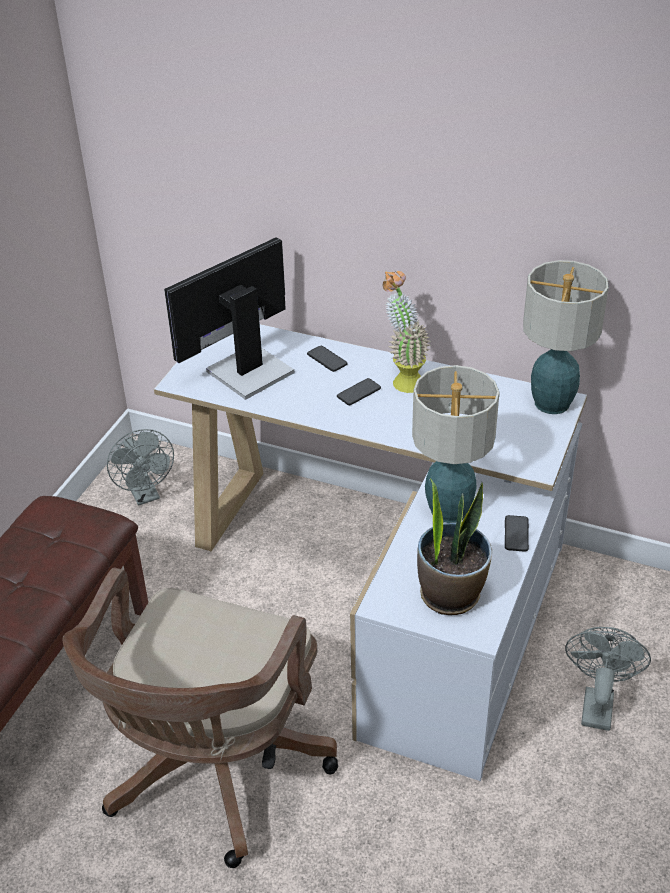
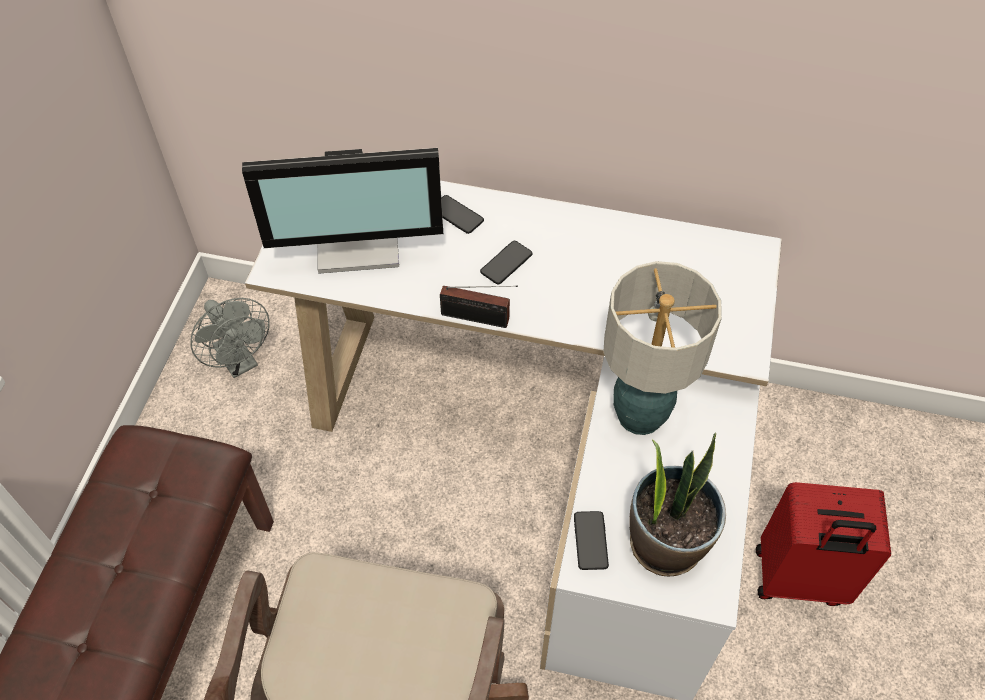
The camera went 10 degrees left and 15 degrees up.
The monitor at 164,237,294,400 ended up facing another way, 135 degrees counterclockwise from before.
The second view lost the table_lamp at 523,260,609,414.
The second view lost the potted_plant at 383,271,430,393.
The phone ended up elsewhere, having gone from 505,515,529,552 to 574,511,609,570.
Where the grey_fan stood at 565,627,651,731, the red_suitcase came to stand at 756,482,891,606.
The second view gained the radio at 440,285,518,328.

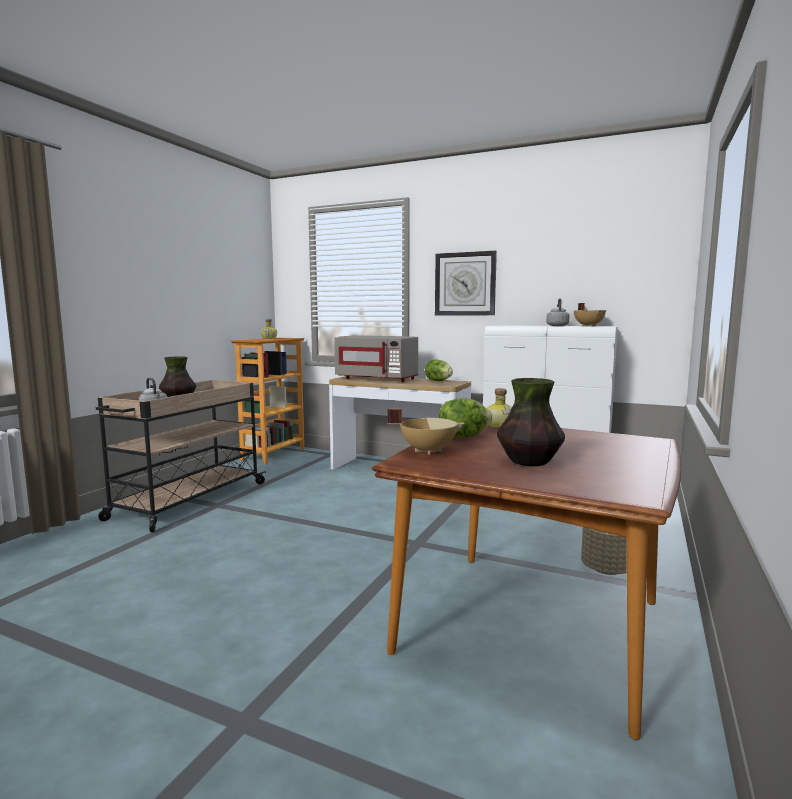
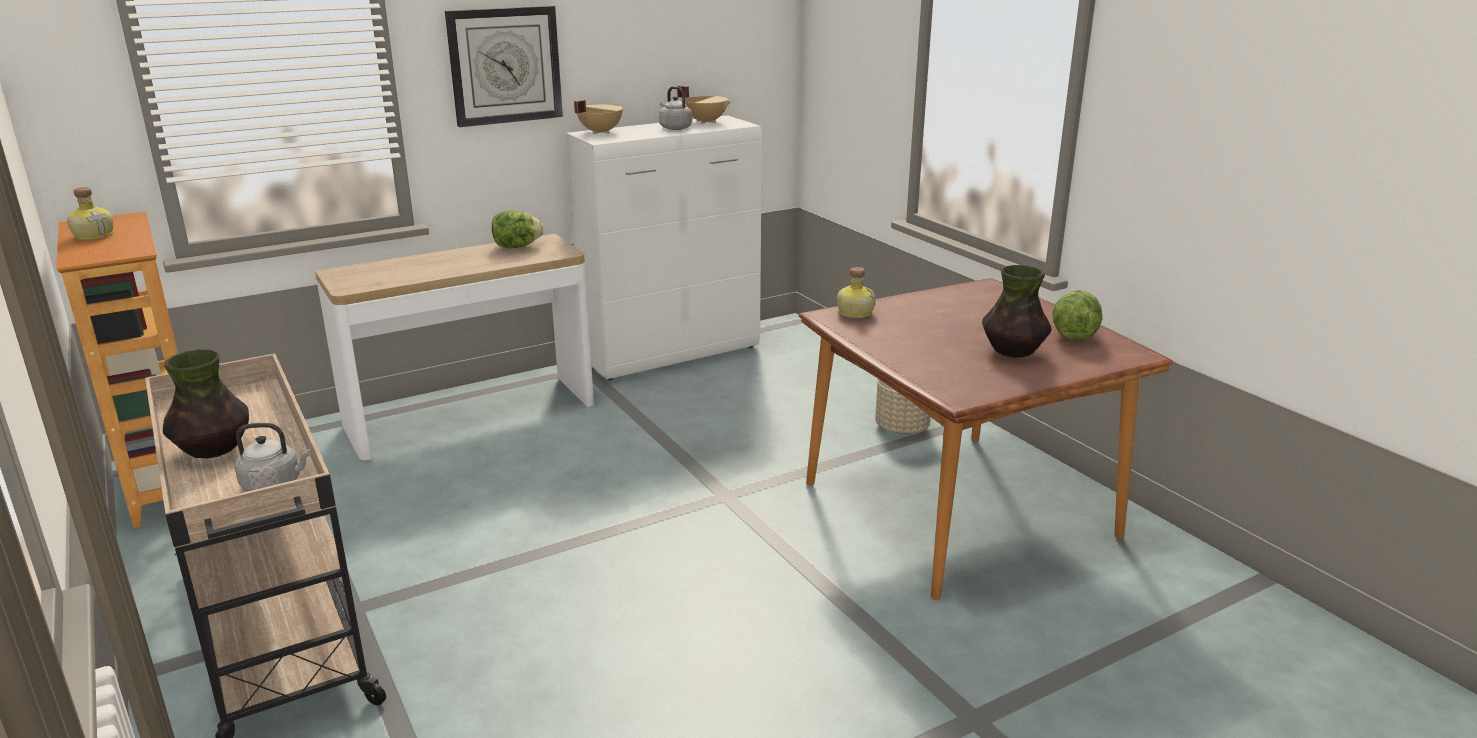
The camera went 55 degrees left and 15 degrees up.
The second view lost the grey_microwave at 334,335,419,382.
The lettuce ended up elsewhere, having gone from 439,398,492,438 to 1052,290,1102,341.
The beige_cooking_pot ended up elsewhere, having gone from 388,409,465,455 to 574,100,623,134.

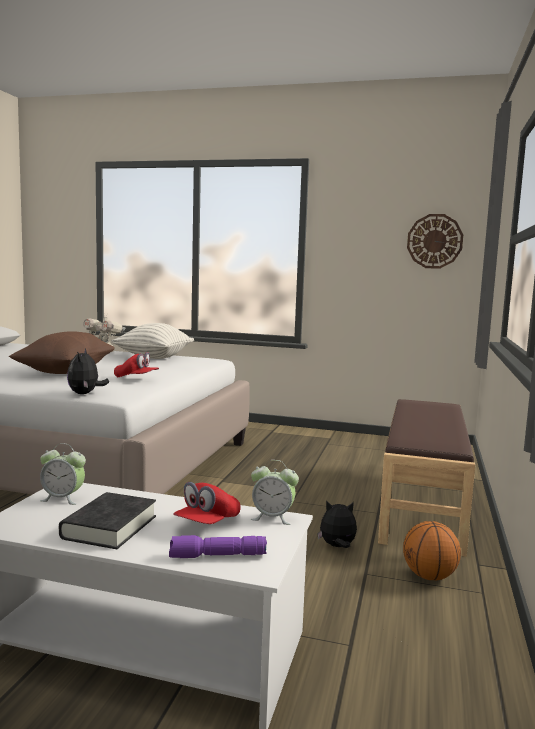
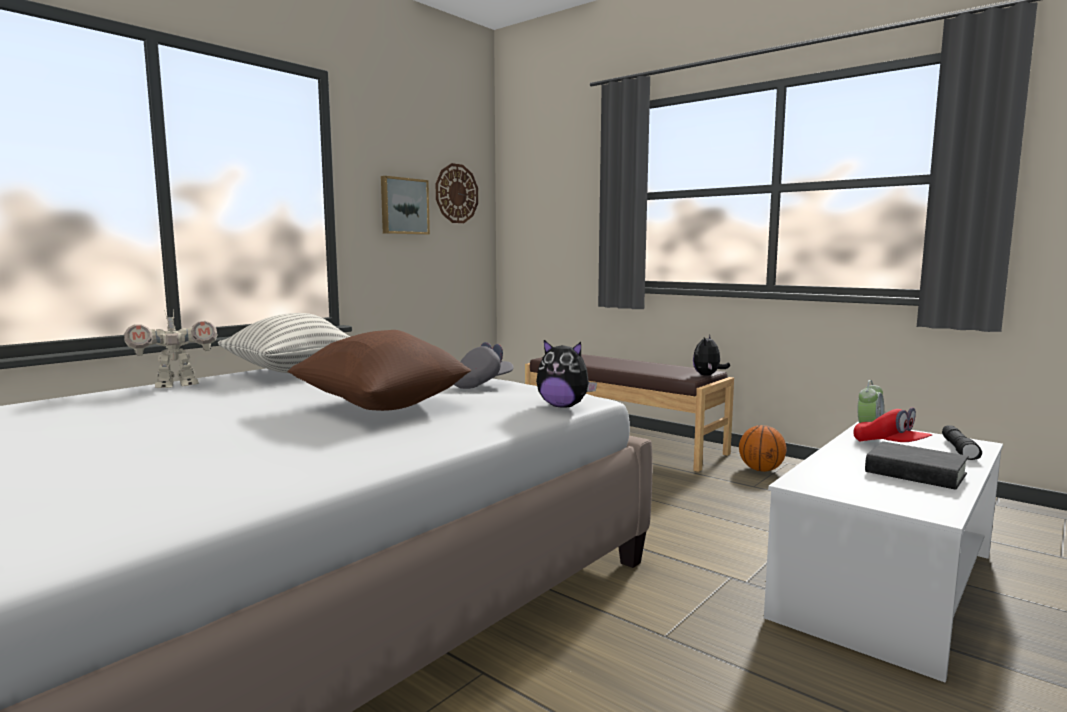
The camera went 65 degrees left and 0 degrees up.
What was the red_cap at 114,352,159,378 turned into the grey_cap at 454,342,514,389.
The second view lost the alarm_clock at 40,443,86,505.
The plush_toy ended up elsewhere, having gone from 317,501,357,548 to 693,334,730,376.
What was the purple_flashlight at 169,535,267,558 turned into the black_flashlight at 942,425,982,460.
The second view gained the picture at 381,176,430,235.

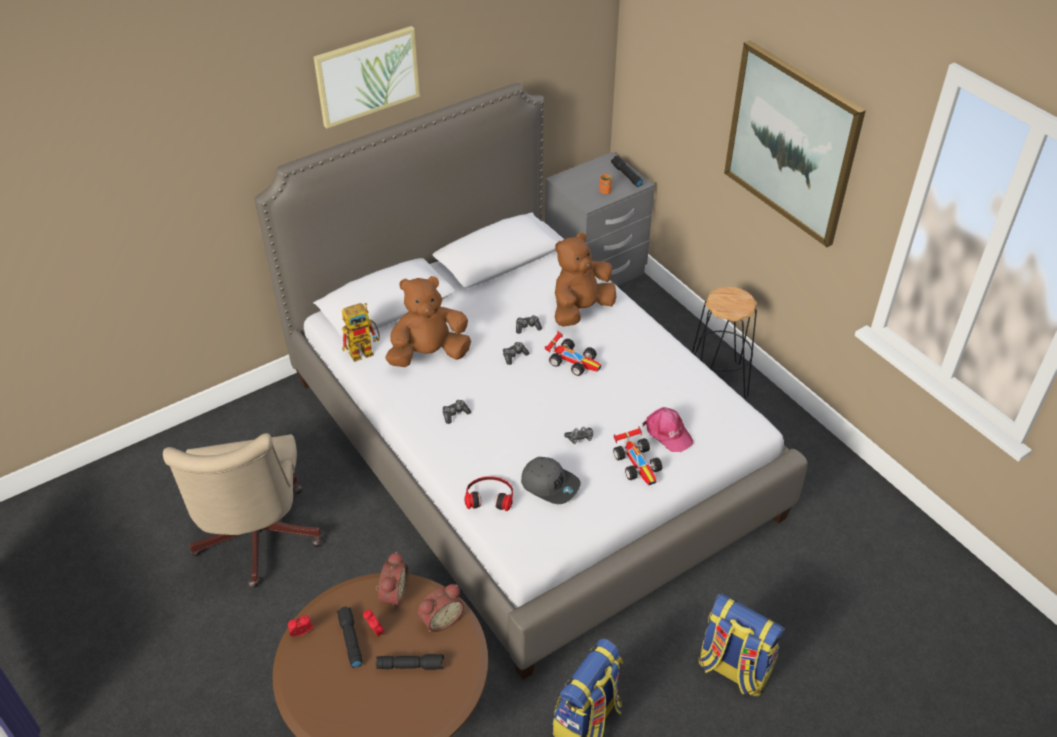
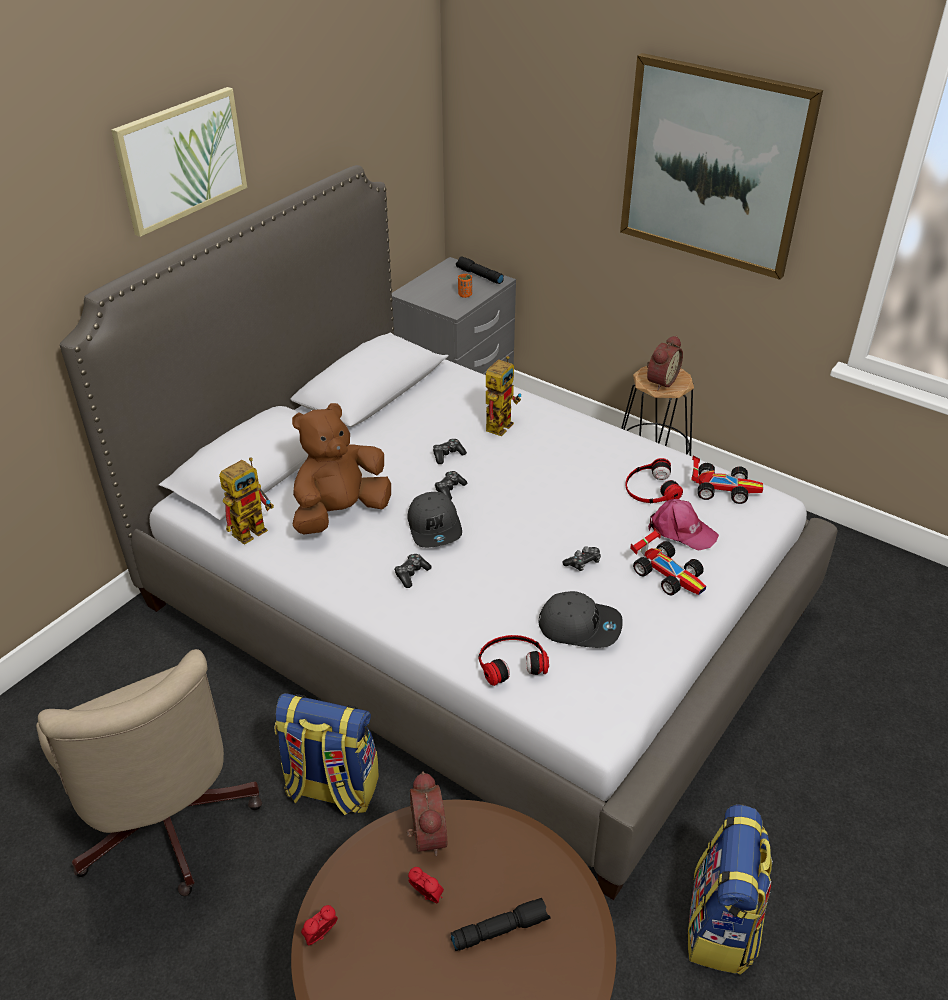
The camera went 20 degrees left and 5 degrees down.
Where the brown_plush_toy stood at 555,233,617,327, the toy_robot came to stand at 486,356,521,436.
The toy_car ended up elsewhere, having gone from 545,331,601,376 to 691,456,763,504.
The alarm_clock ended up elsewhere, having gone from 418,584,464,632 to 647,335,683,390.
The backpack ended up elsewhere, having gone from 698,593,785,697 to 274,693,379,815.
The second view lost the black_flashlight at 337,607,362,668.
The second view gained the headphones at 625,458,683,503.
The second view gained the grey_cap at 407,492,462,548.

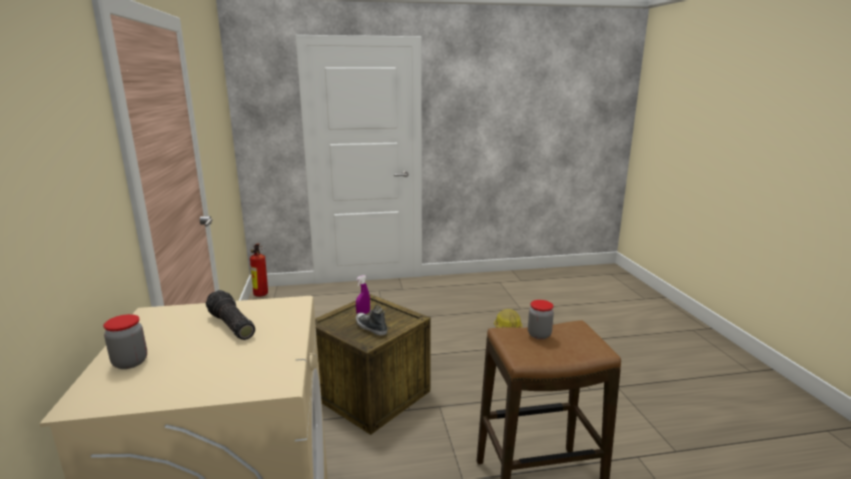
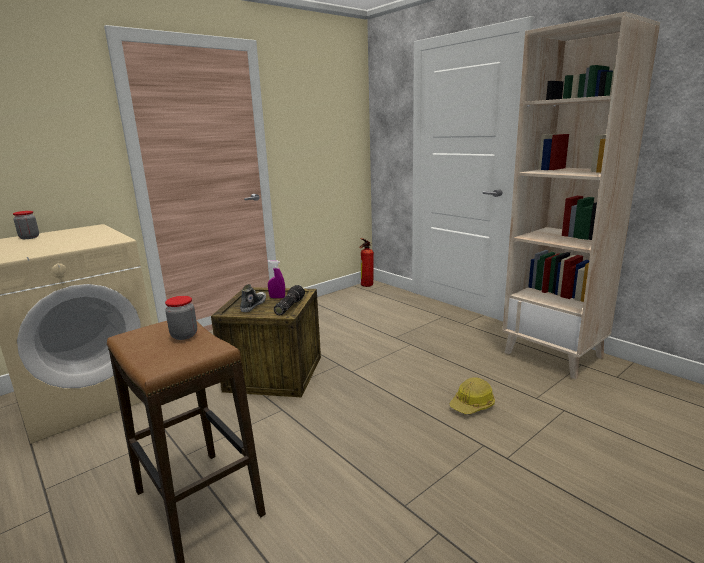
The camera went 60 degrees right and 0 degrees up.
The flashlight ended up elsewhere, having gone from 206,290,255,340 to 274,285,305,315.
The second view gained the beige_bookcase at 502,12,660,379.

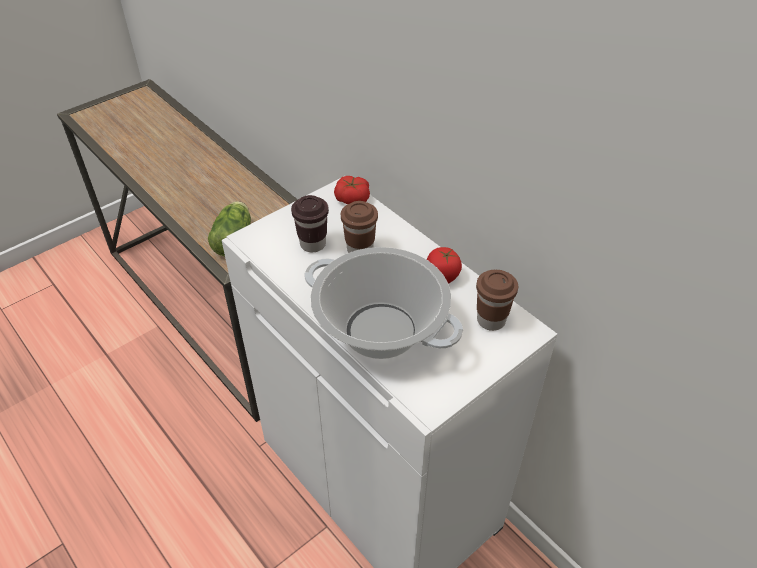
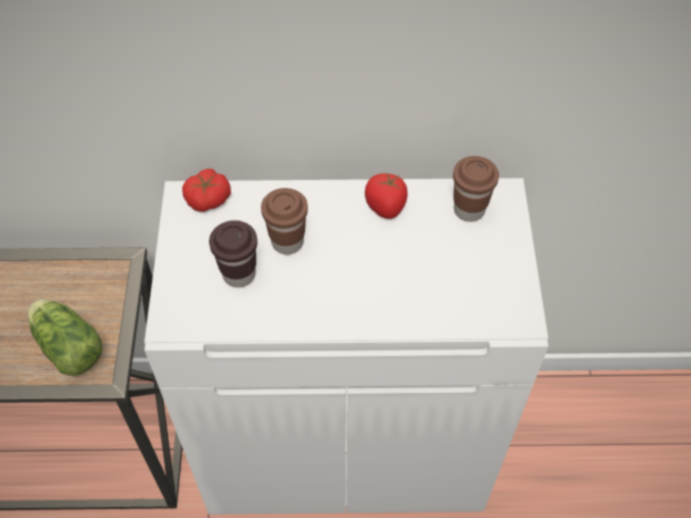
The camera went 50 degrees left and 10 degrees up.
The second view lost the cooking_pot at 305,247,463,359.

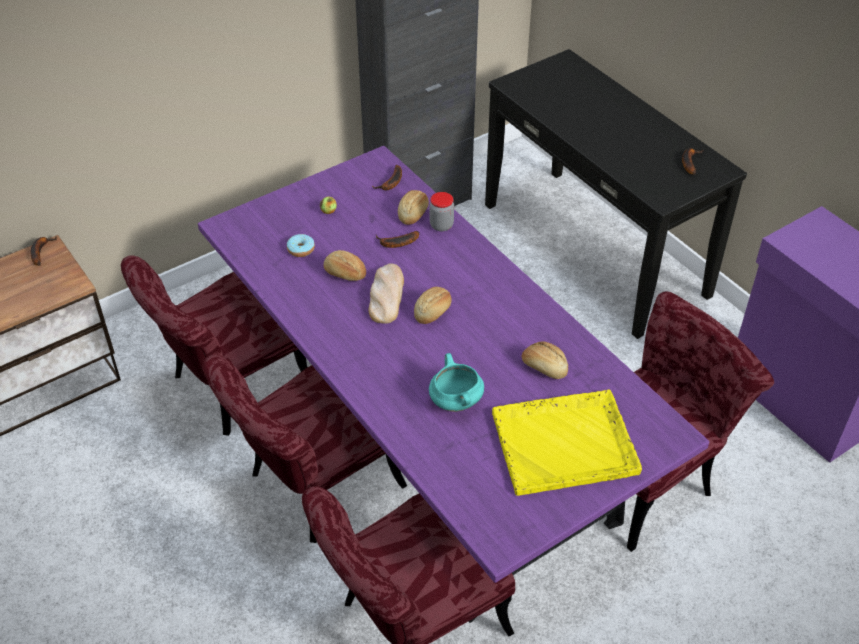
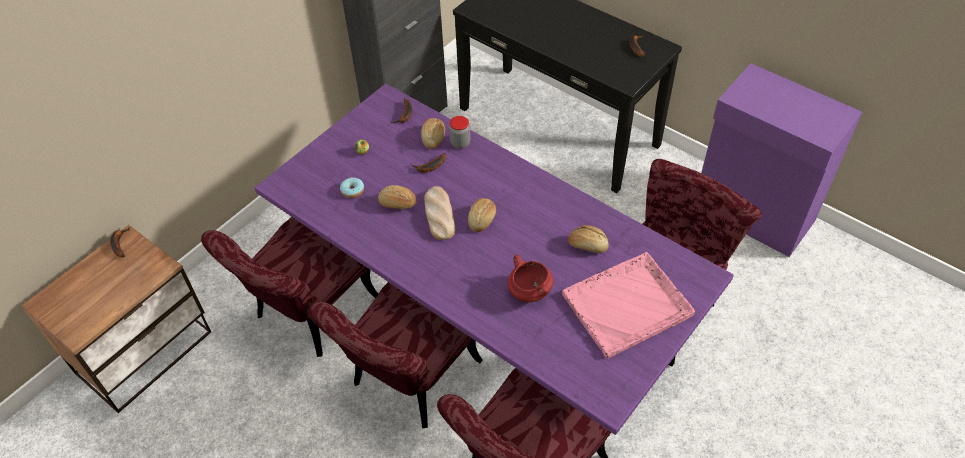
The camera went 15 degrees left and 5 degrees up.
What was the turquoise_cooking_pot at 429,353,484,412 turned into the red_cooking_pot at 508,255,553,302.
What was the yellow_tray at 492,389,642,496 turned into the pink_tray at 562,252,695,358.

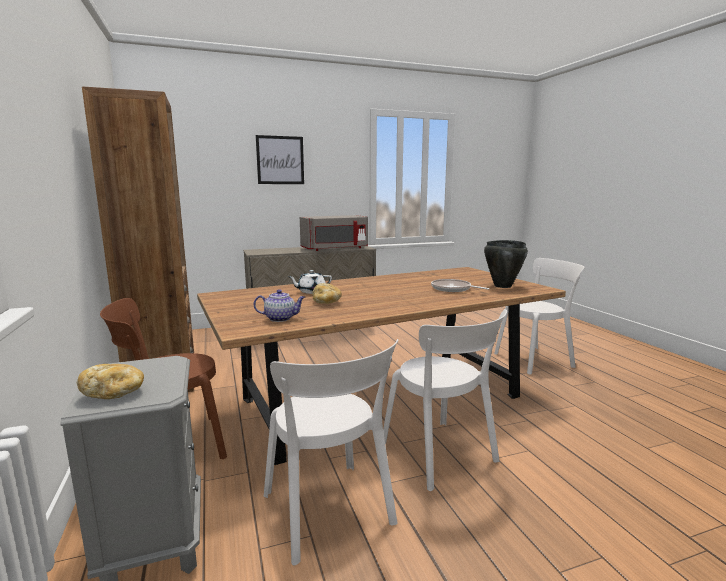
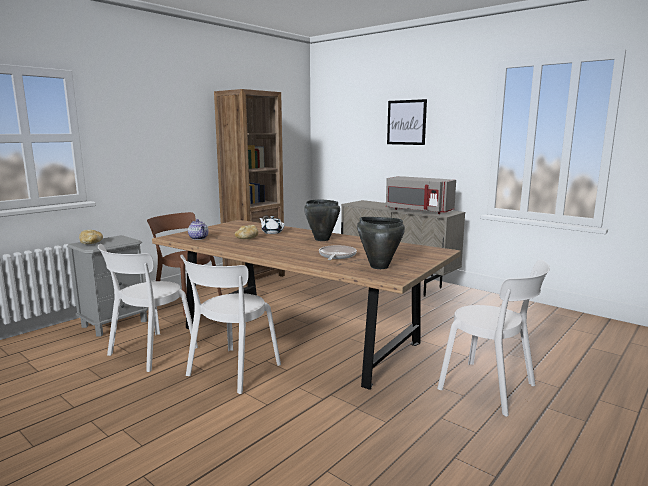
The camera went 60 degrees right and 0 degrees up.
The second view gained the black_cooking_pot at 304,200,340,241.

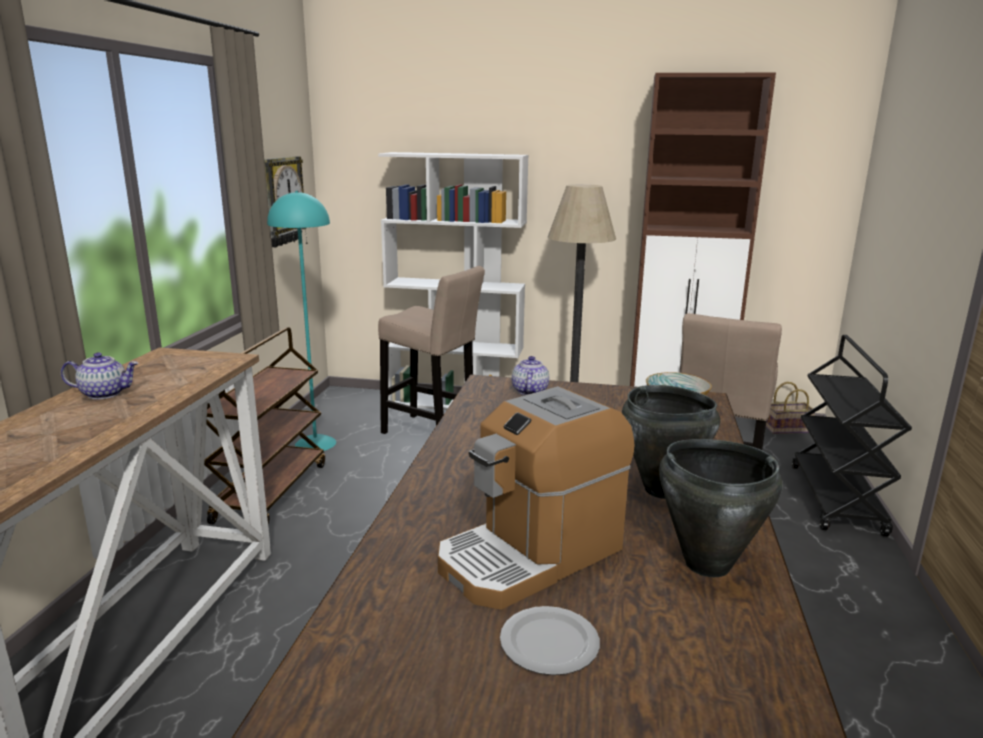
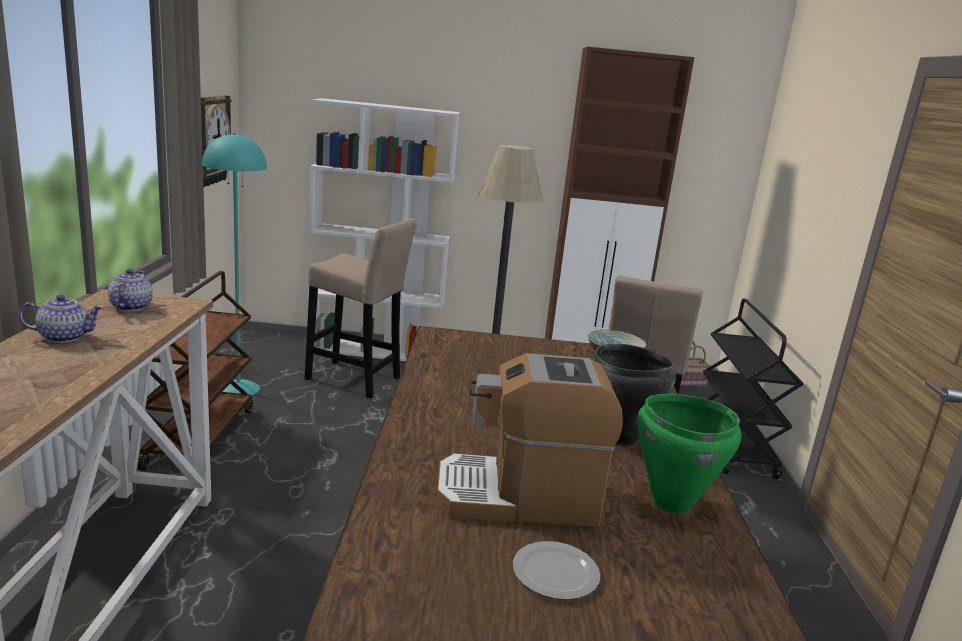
The camera went 10 degrees left and 0 degrees up.
The teapot ended up elsewhere, having gone from 512,356,549,395 to 108,269,153,311.
The coffee_machine at 438,386,635,610 ended up facing another way, 45 degrees clockwise from before.
What was the black_cooking_pot at 659,439,782,577 turned into the green_cooking_pot at 637,394,741,514.

